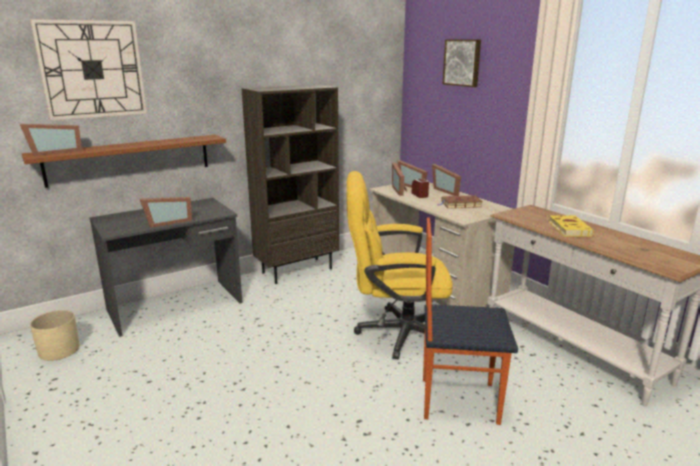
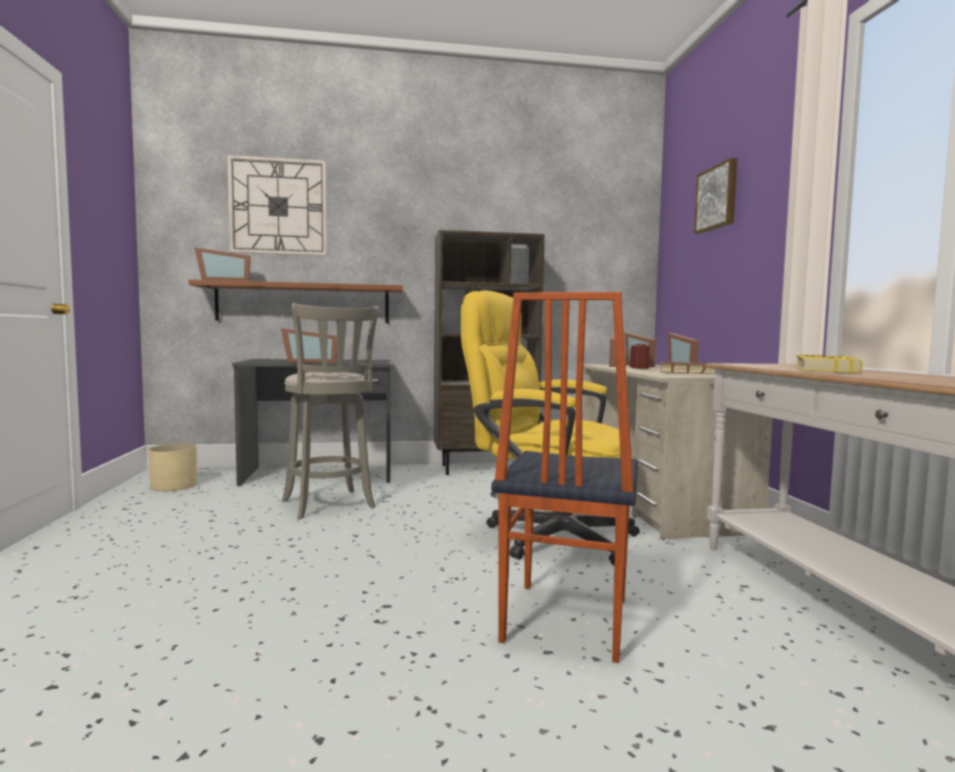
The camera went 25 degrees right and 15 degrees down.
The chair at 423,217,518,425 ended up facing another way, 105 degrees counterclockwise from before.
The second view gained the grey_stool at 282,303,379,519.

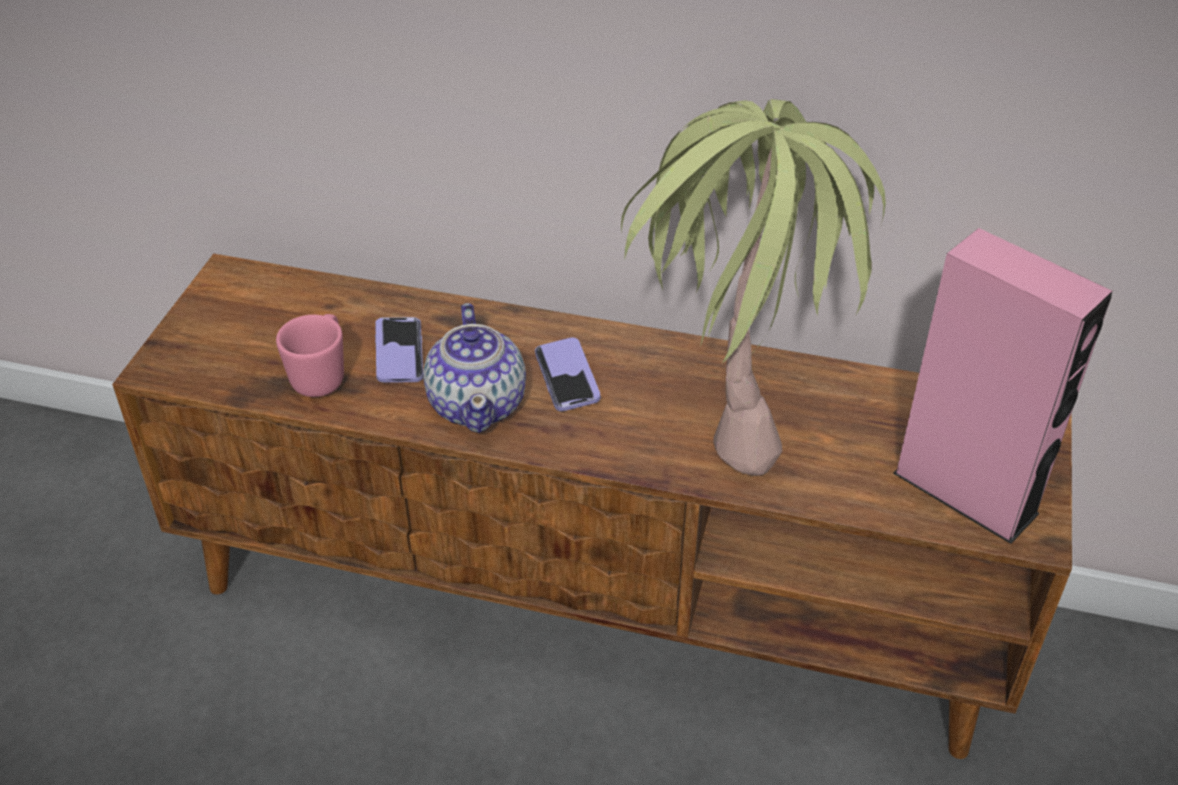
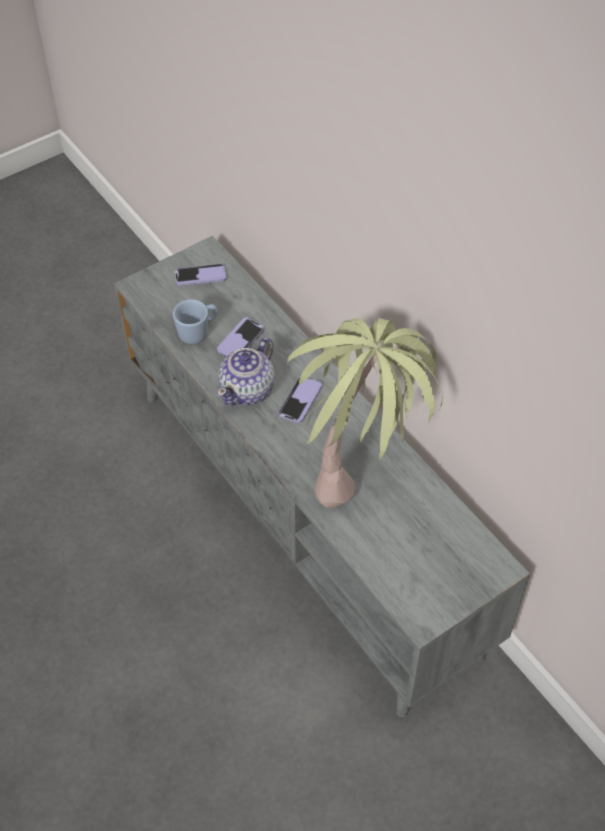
The camera went 40 degrees right and 10 degrees up.
The second view lost the pink_speaker at 893,228,1112,544.
What was the brown_tv_stand at 112,254,1072,759 turned into the grey_tv_stand at 114,236,530,717.
What was the pink_mug at 276,314,344,397 turned into the blue_mug at 173,300,218,344.
The second view gained the phone at 175,264,226,286.

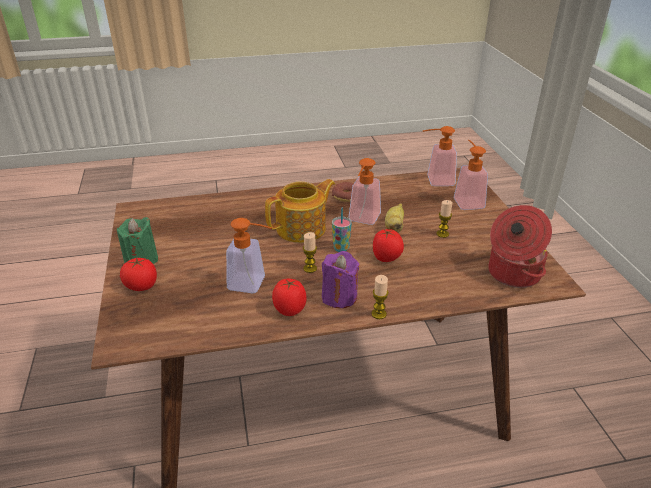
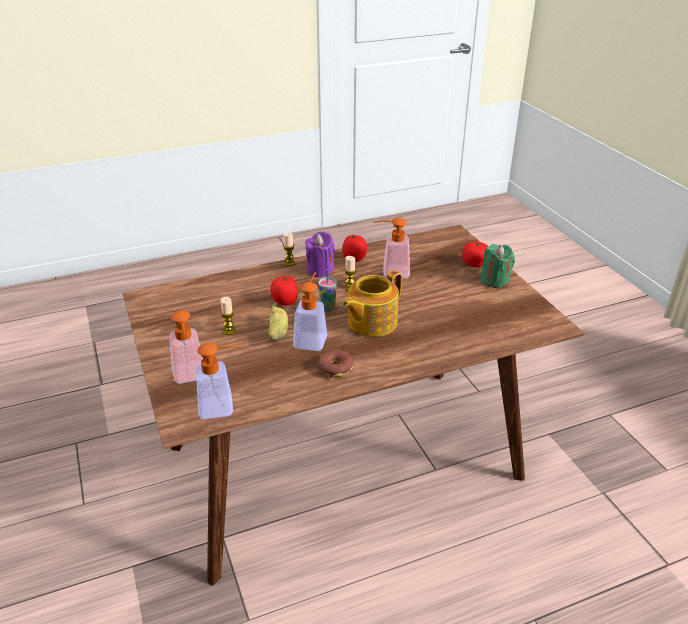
The camera went 170 degrees right and 0 degrees up.
The second view lost the cooking_pot at 488,205,552,288.

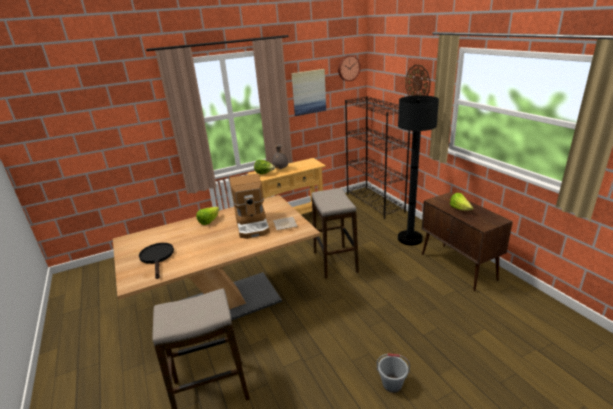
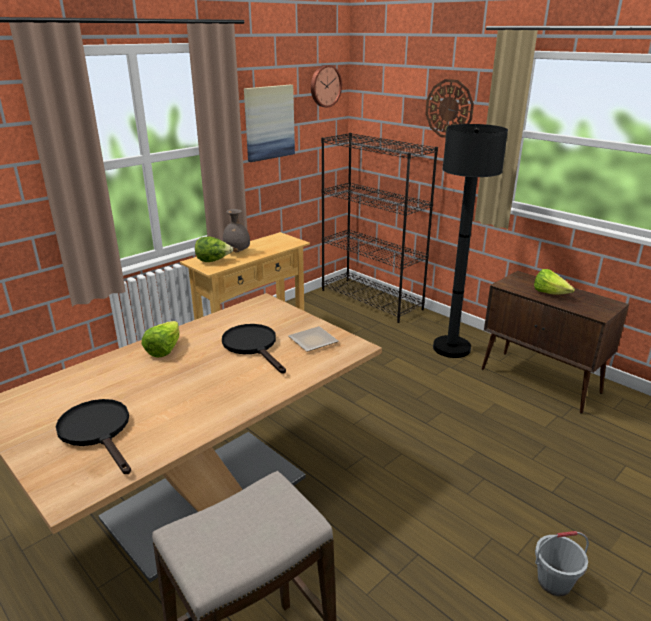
The camera went 20 degrees left and 0 degrees up.
Where the coffee_machine stood at 229,173,270,239, the black_frying_pan came to stand at 222,324,286,373.
The second view lost the stool at 311,188,359,279.

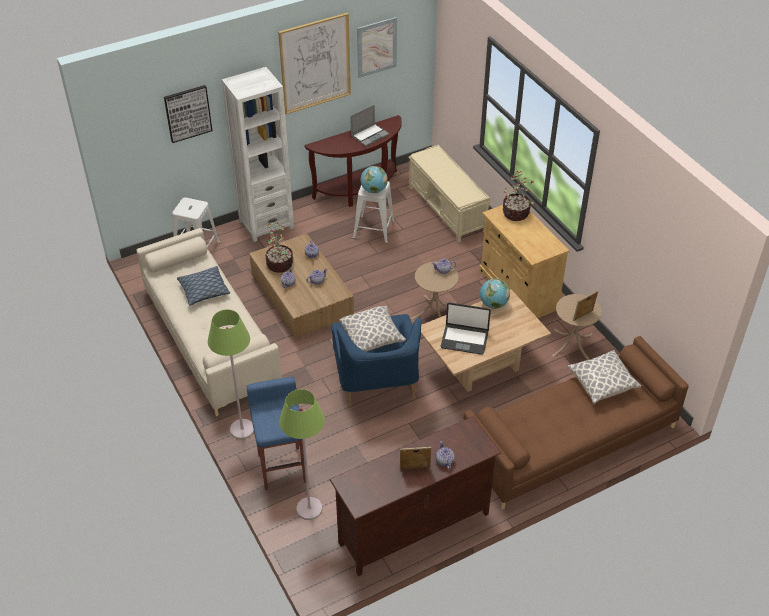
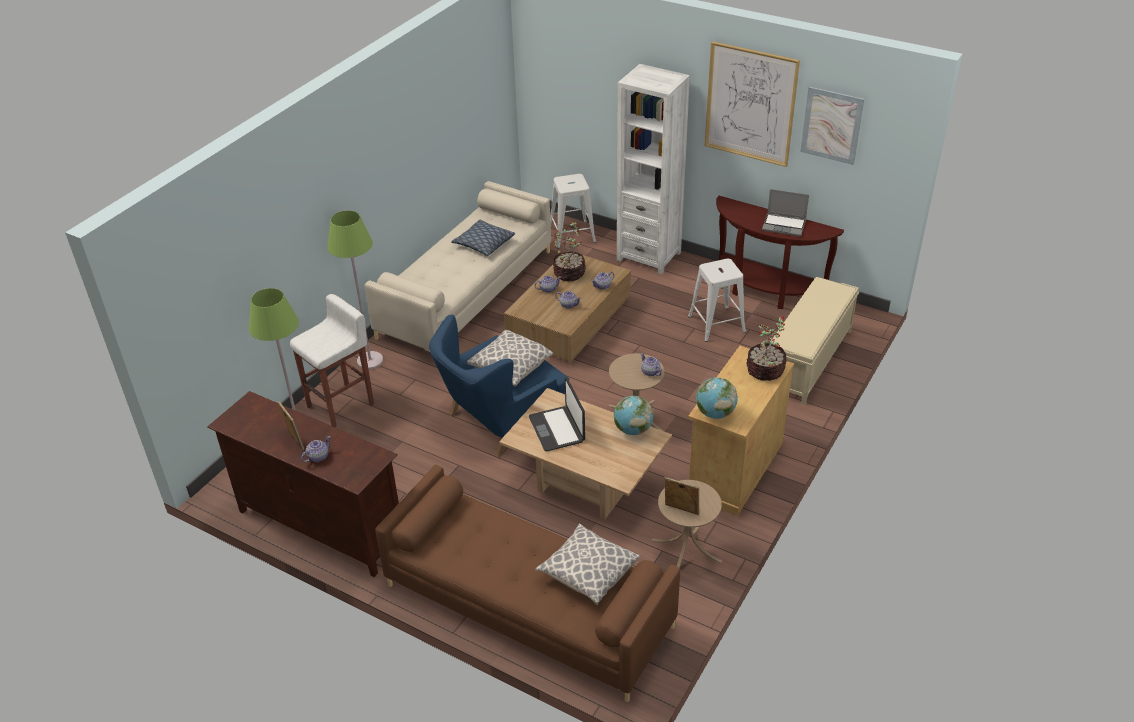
The camera went 60 degrees right and 5 degrees down.
The second view lost the picture at 164,85,212,143.
The globe ended up elsewhere, having gone from 361,166,388,194 to 696,377,738,419.
What was the blue_stool at 247,377,306,490 turned into the white_stool at 290,294,374,427.

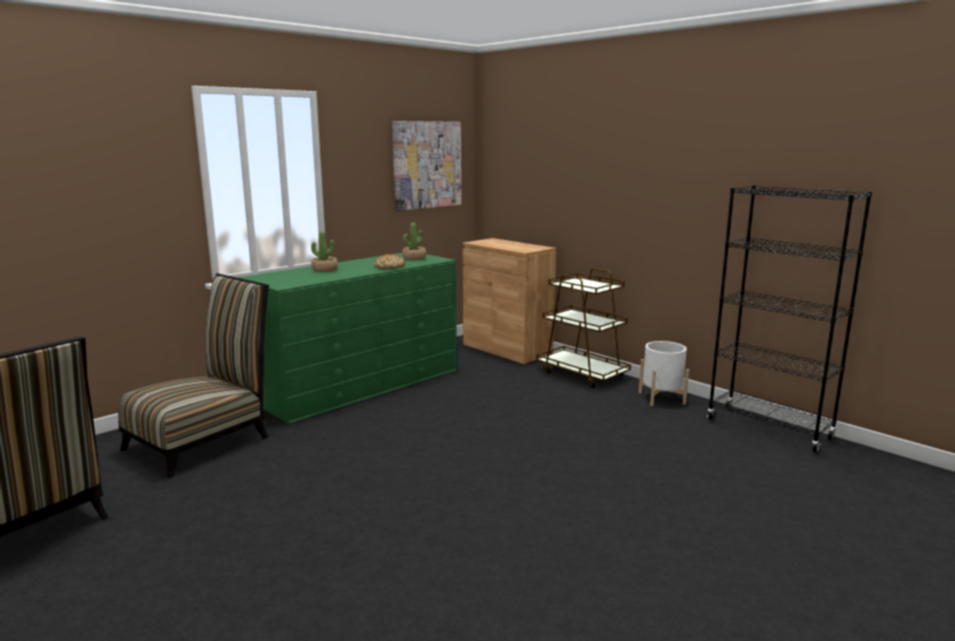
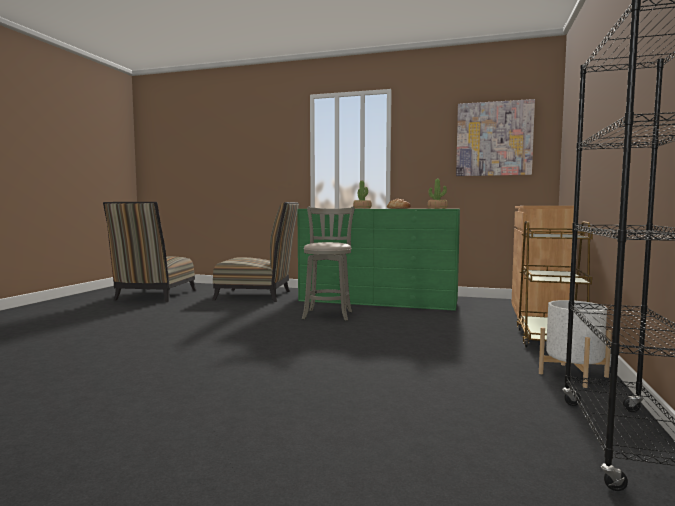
The camera went 60 degrees right and 10 degrees down.
The second view gained the grey_stool at 302,207,355,321.

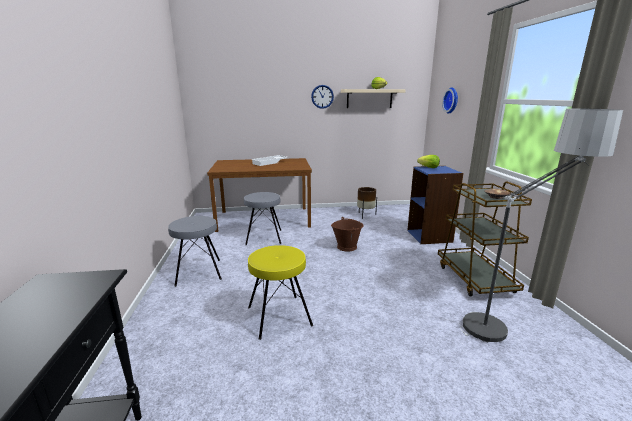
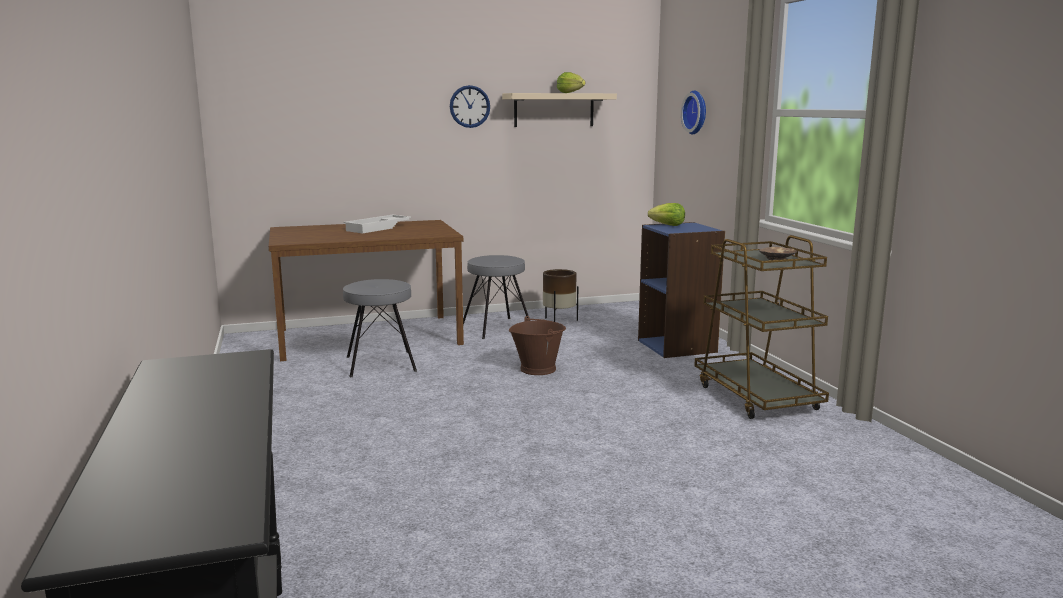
The camera went 10 degrees left and 5 degrees down.
The second view lost the floor_lamp at 460,109,623,342.
The grey_stool ended up elsewhere, having gone from 168,216,222,287 to 463,255,528,339.
The second view lost the yellow_stool at 248,245,313,340.

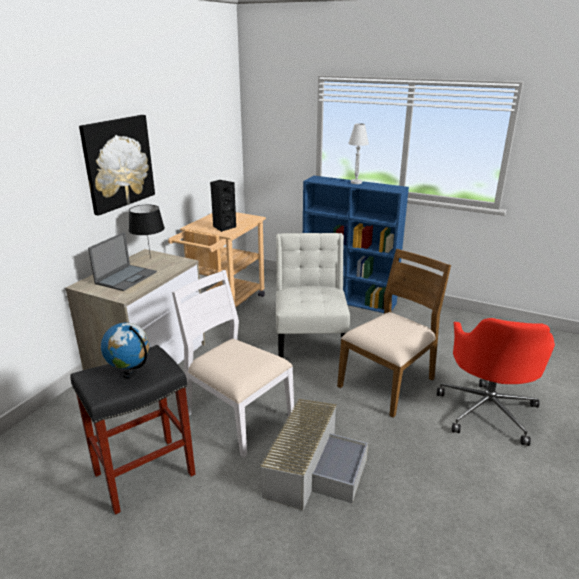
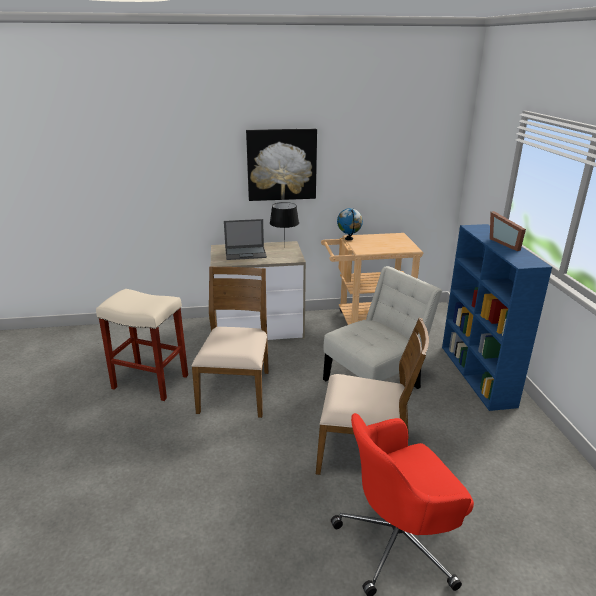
The camera went 55 degrees right and 0 degrees up.
Where the white_table_lamp stood at 348,123,369,184, the picture_frame came to stand at 490,211,526,251.
The second view lost the black_speaker at 210,180,236,232.
What was the white_chair at 172,270,294,458 turned into the brown_chair at 192,266,269,418.
The globe ended up elsewhere, having gone from 101,323,149,378 to 337,208,363,240.
What was the black_stool at 70,345,196,515 turned into the beige_stool at 96,289,188,401.
The second view lost the grey_storage_box at 260,399,368,510.

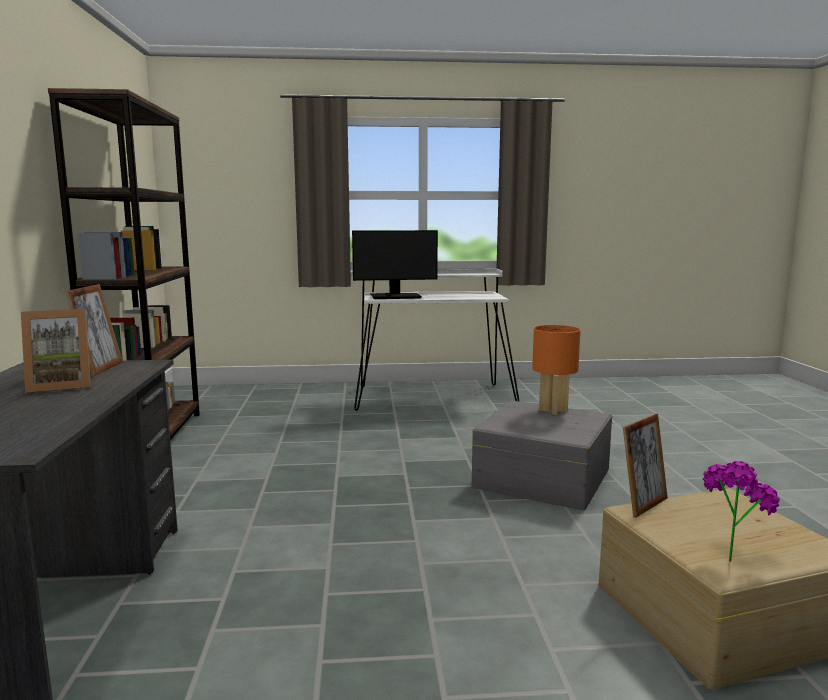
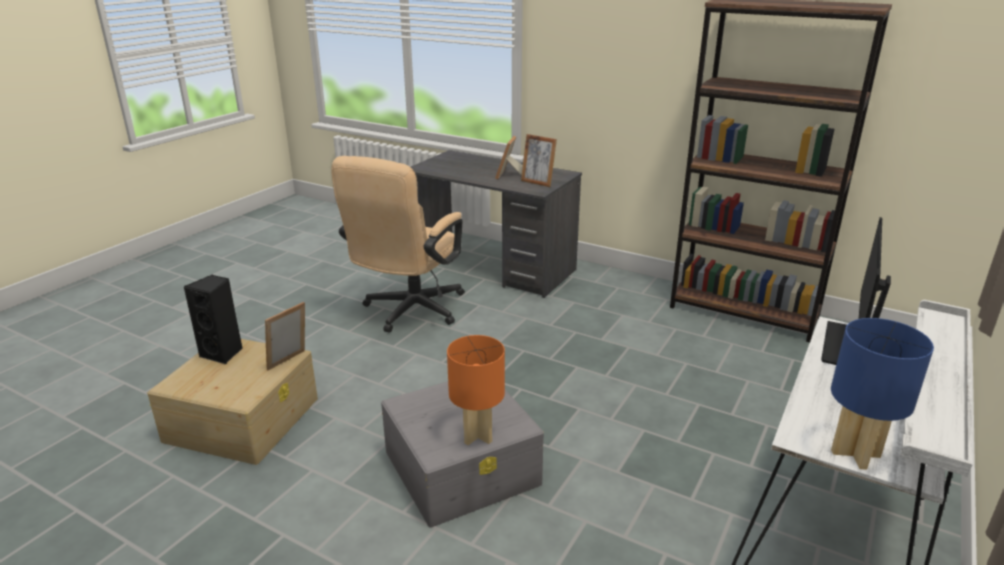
The camera went 125 degrees right and 15 degrees up.
The picture_frame at 623,413,668,518 ended up facing another way, 45 degrees clockwise from before.
Where the potted_plant stood at 703,461,780,562, the black_speaker came to stand at 184,275,242,365.
The second view gained the beige_office_chair at 331,156,465,333.
The second view gained the blue_table_lamp at 831,318,934,470.

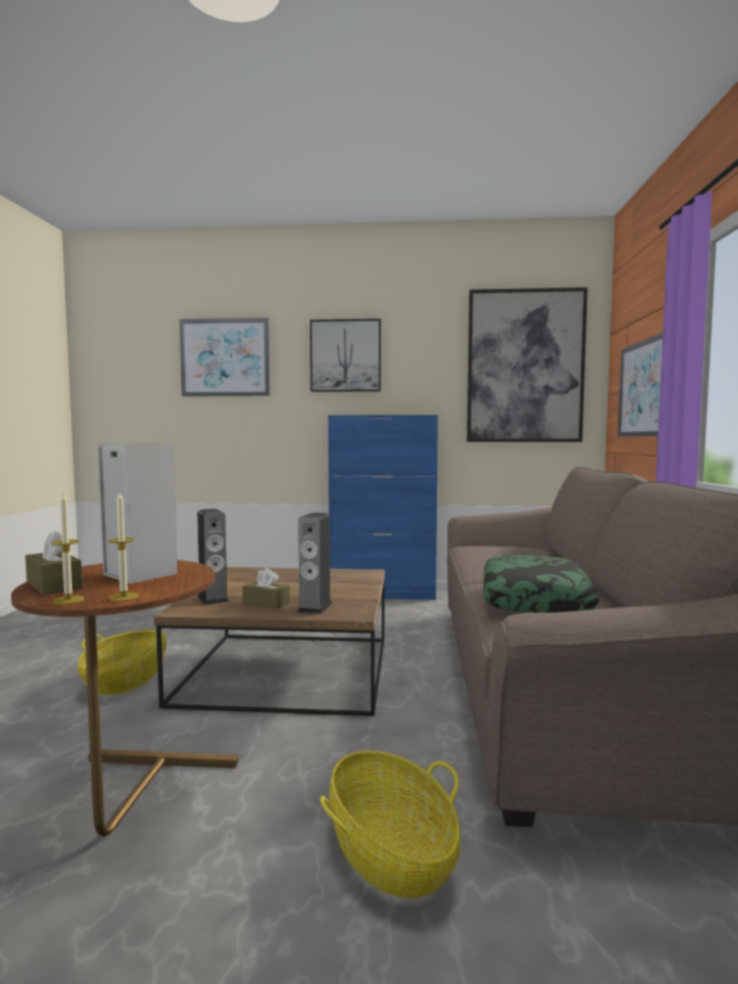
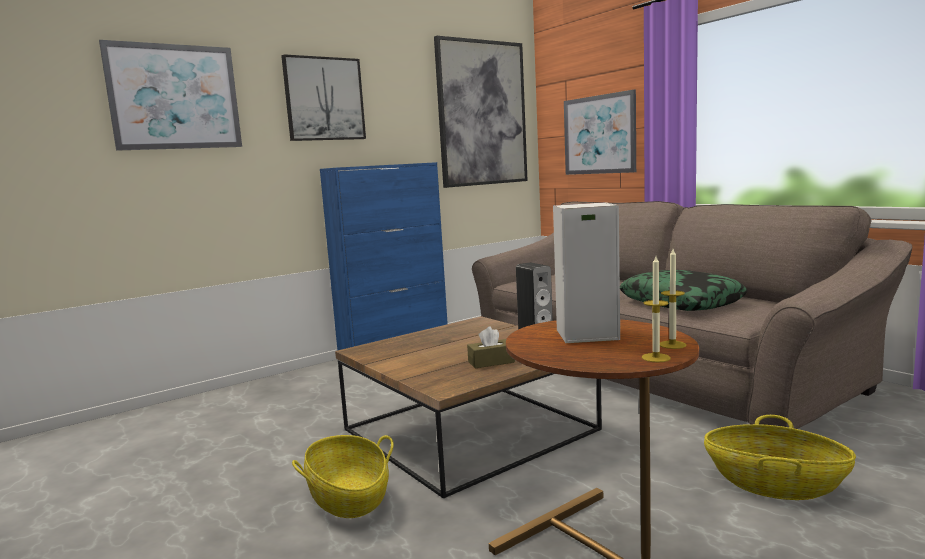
The camera went 40 degrees left and 5 degrees up.
The second view lost the speaker at 197,509,229,605.
The second view lost the brown_tissue_box at 25,530,82,595.

